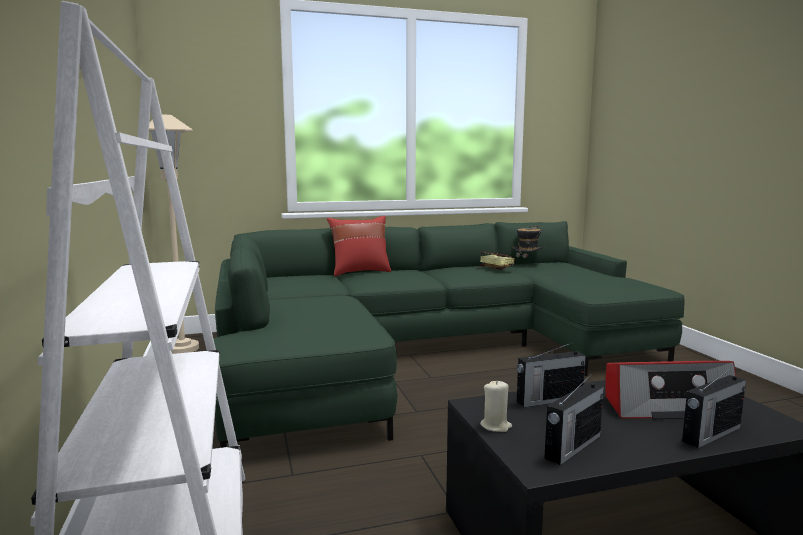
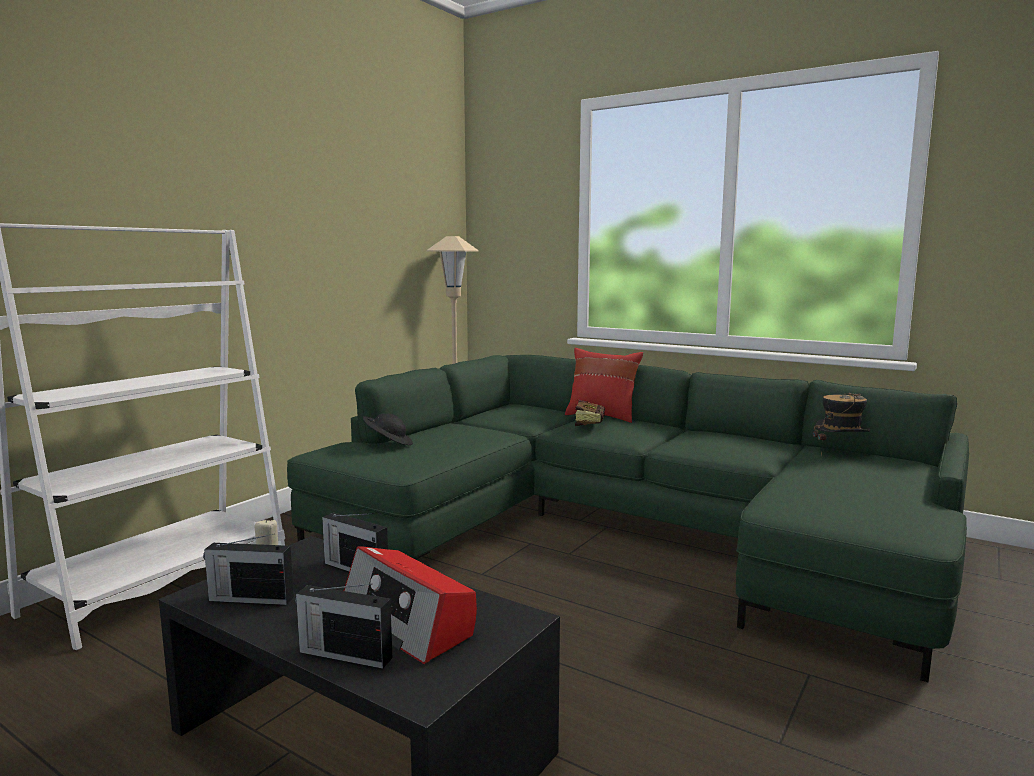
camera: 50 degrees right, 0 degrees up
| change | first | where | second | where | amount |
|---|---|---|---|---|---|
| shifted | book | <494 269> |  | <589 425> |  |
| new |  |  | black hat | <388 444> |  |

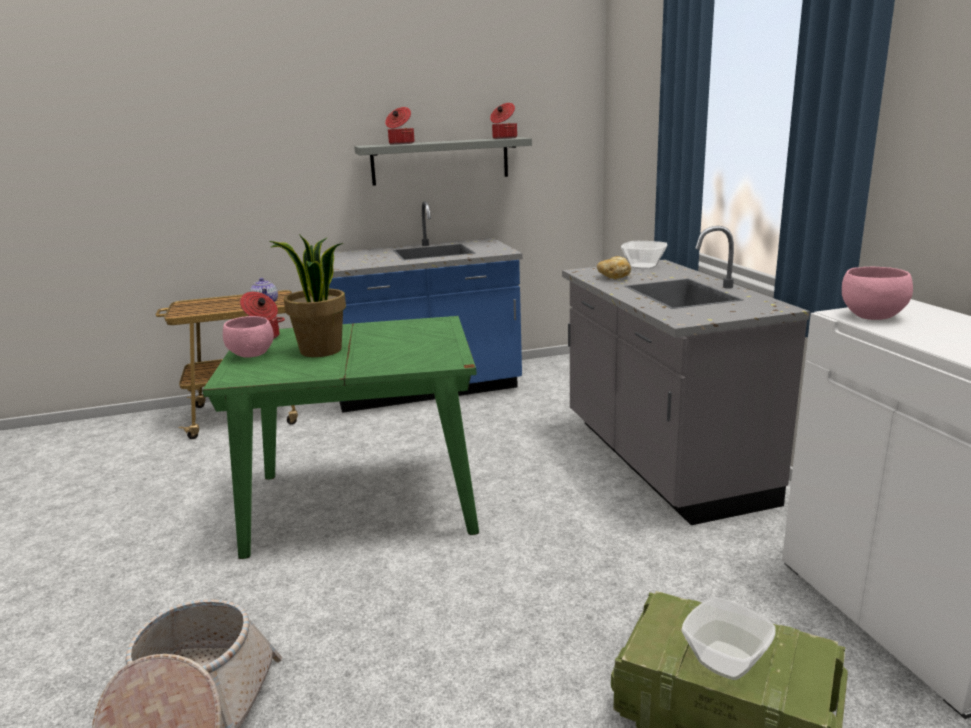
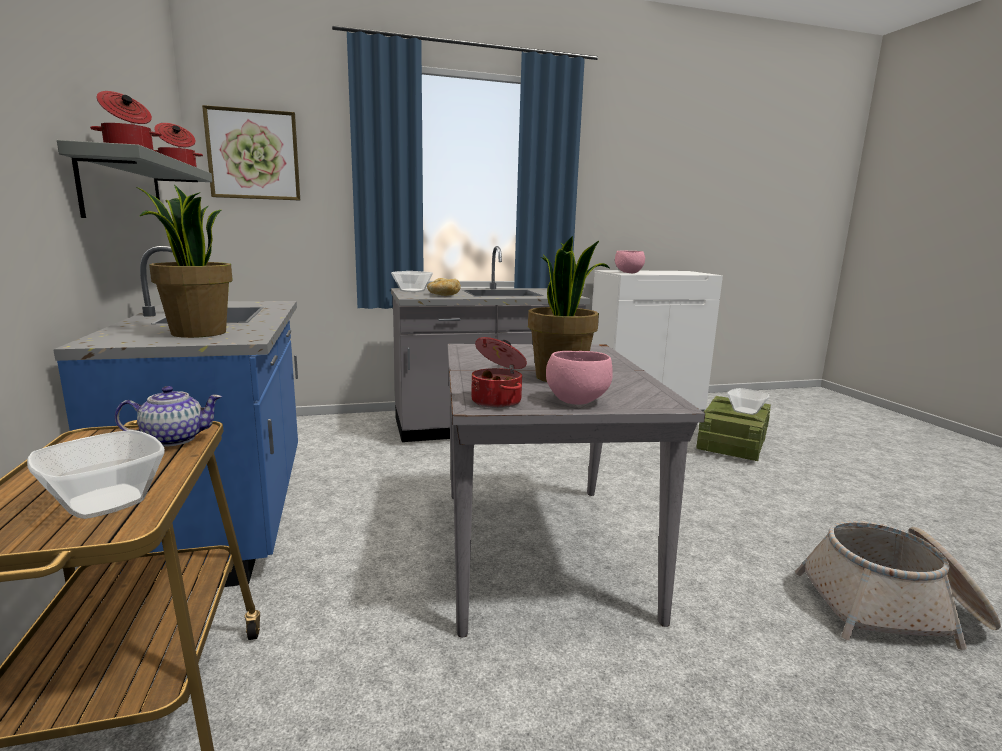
camera: 90 degrees left, 5 degrees down
| change | first | where | second | where | amount |
|---|---|---|---|---|---|
| repainted | green dining table | <365 502> | grey dining table | <539 547> |  |
| new |  |  | picture | <253 155> |  |
| new |  |  | potted plant | <197 333> |  |
| new |  |  | bowl | <105 503> |  |

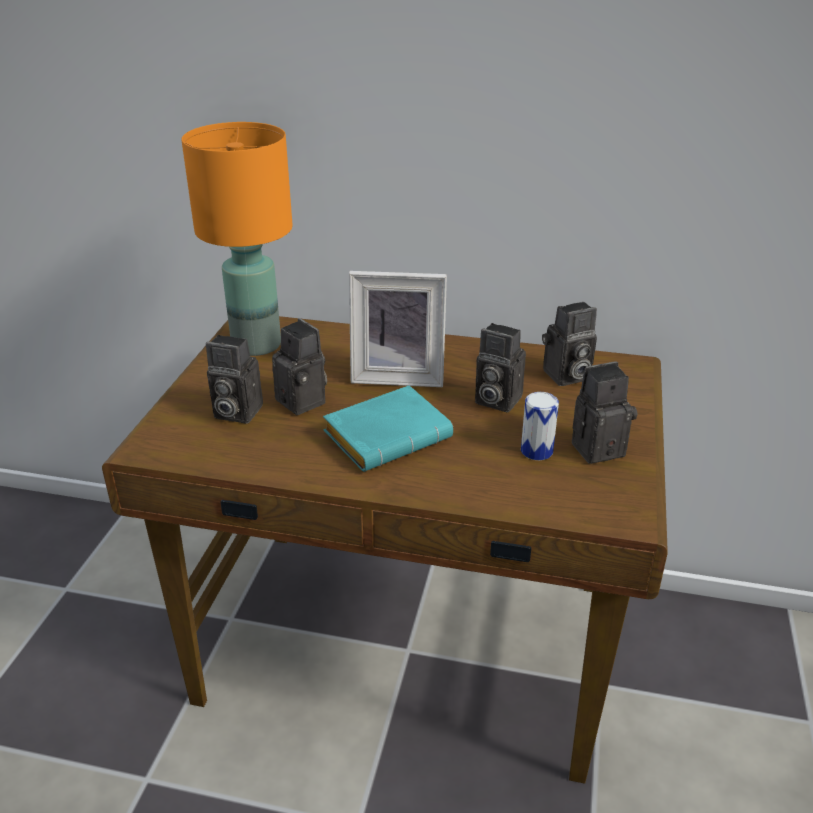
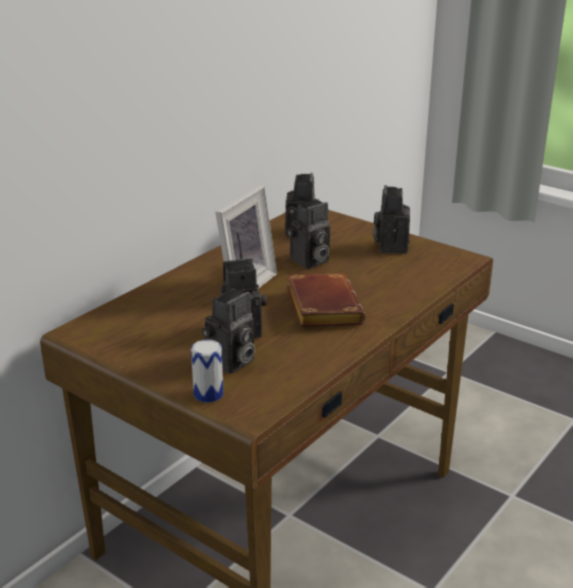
camera: 65 degrees left, 5 degrees down
| change | first | where | second | where | amount |
|---|---|---|---|---|---|
| gone | orange table lamp | <257 345> |  |  |  |
| repainted | turquoise book | <388 435> | brown book | <320 307> |  |
| shifted | can | <536 451> |  | <208 394> |  |

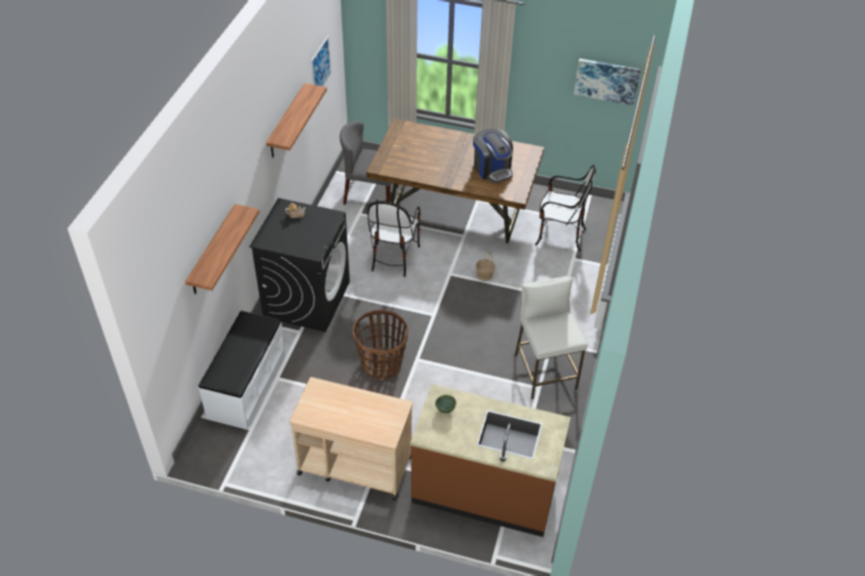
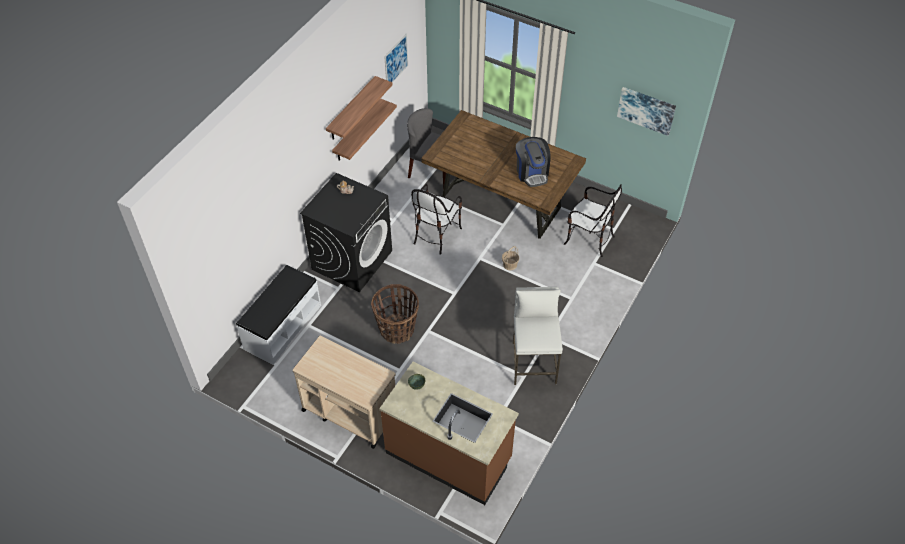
camera: 15 degrees right, 5 degrees up
| change | first | where | second | where | amount |
|---|---|---|---|---|---|
| shifted | shelf | <212 251> |  | <357 131> |  |

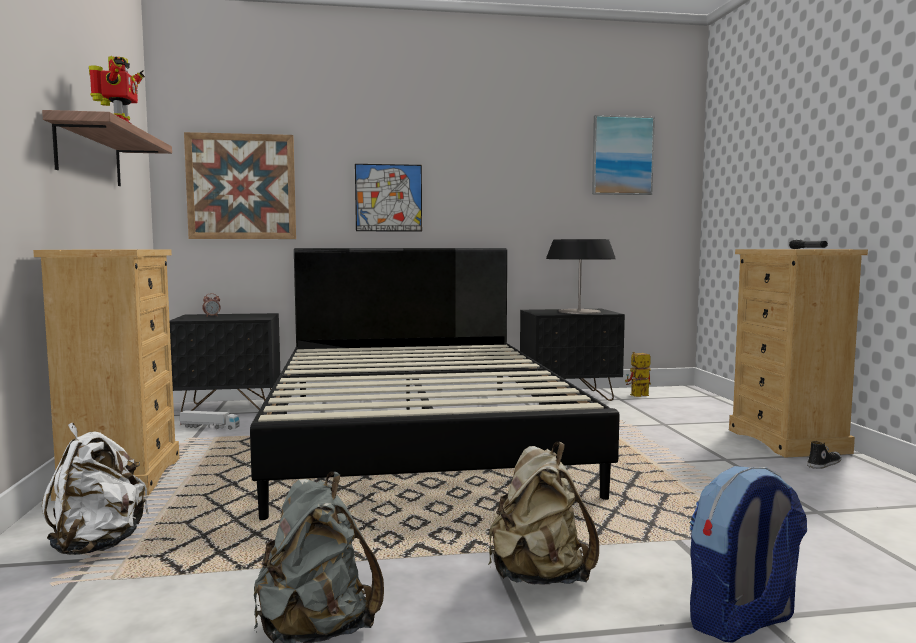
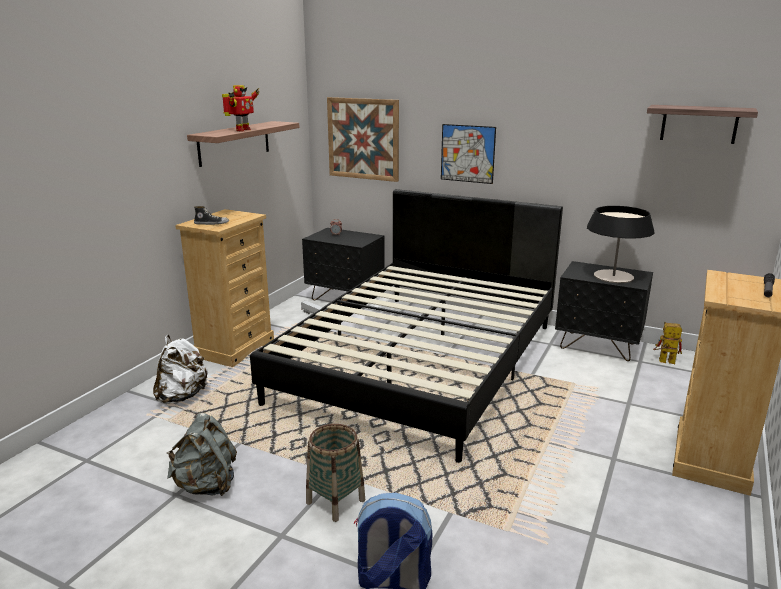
camera: 35 degrees right, 15 degrees up
| change | first | where | second | where | amount |
|---|---|---|---|---|---|
| swapped | picture | <622 156> | shelf | <699 124> |  |
| shifted | shoe | <823 464> |  | <211 223> |  |
| swapped | beige backpack | <539 577> | basket | <335 501> |  |

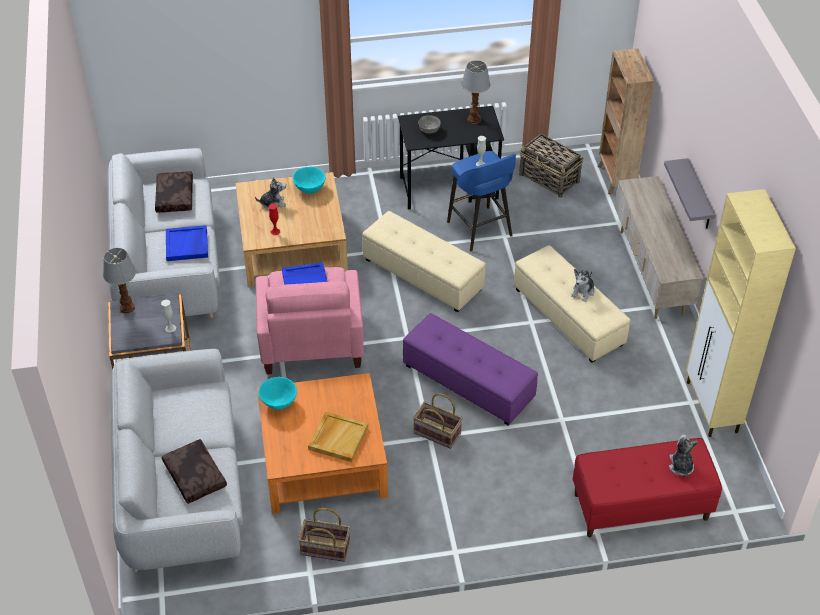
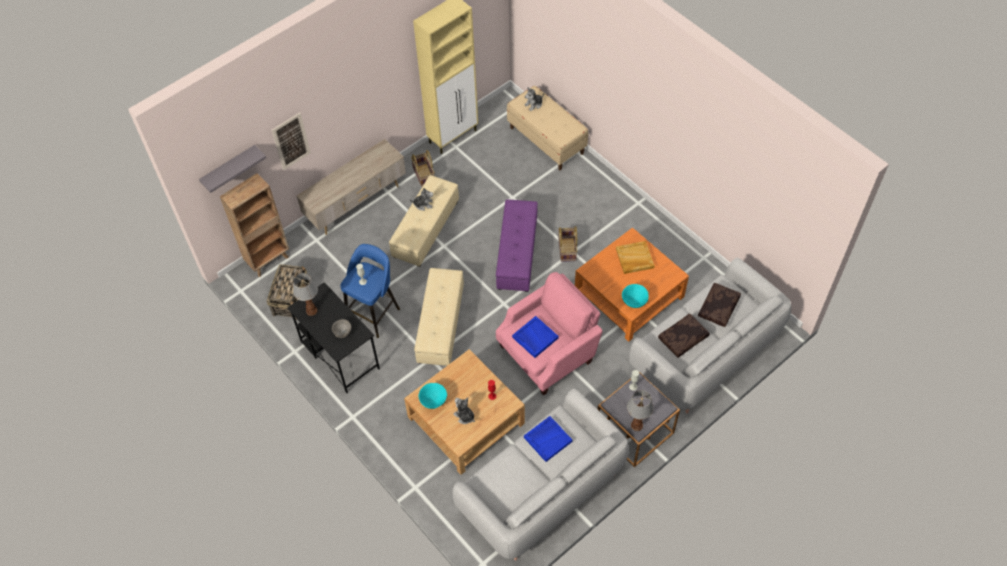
camera: 120 degrees left, 10 degrees up
| change | first | where | second | where | amount |
|---|---|---|---|---|---|
| shifted | grey shelf | <699 196> |  | <229 168> |  |
| shifted | brown pillow | <174 197> |  | <683 339> |  |
| repainted | red bench | <640 507> | beige bench | <547 140> |  |
| shifted | basket | <325 549> |  | <424 175> |  |
| new |  |  | picture | <291 141> |  |

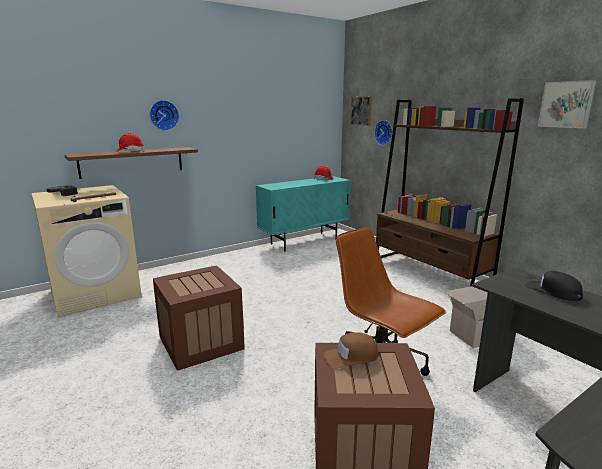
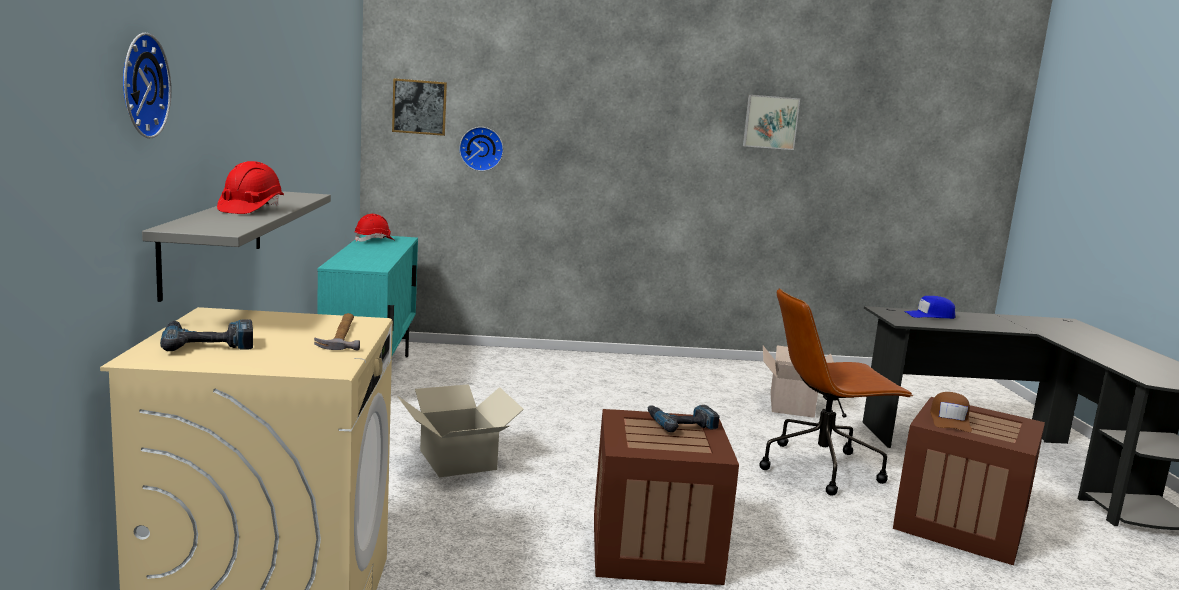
camera: 60 degrees left, 5 degrees down
| change | first | where | second | where | amount |
|---|---|---|---|---|---|
| gone | brown bookcase | <429 272> |  |  |  |
| shifted | wall clock | <163 115> |  | <139 85> |  |
| repainted | brown shelf | <132 162> | grey shelf | <214 239> |  |
| repainted | black cap | <553 291> | blue cap | <929 315> |  |
| new |  |  | cardboard box | <457 460> |  |
| new |  |  | power drill | <681 423> |  |

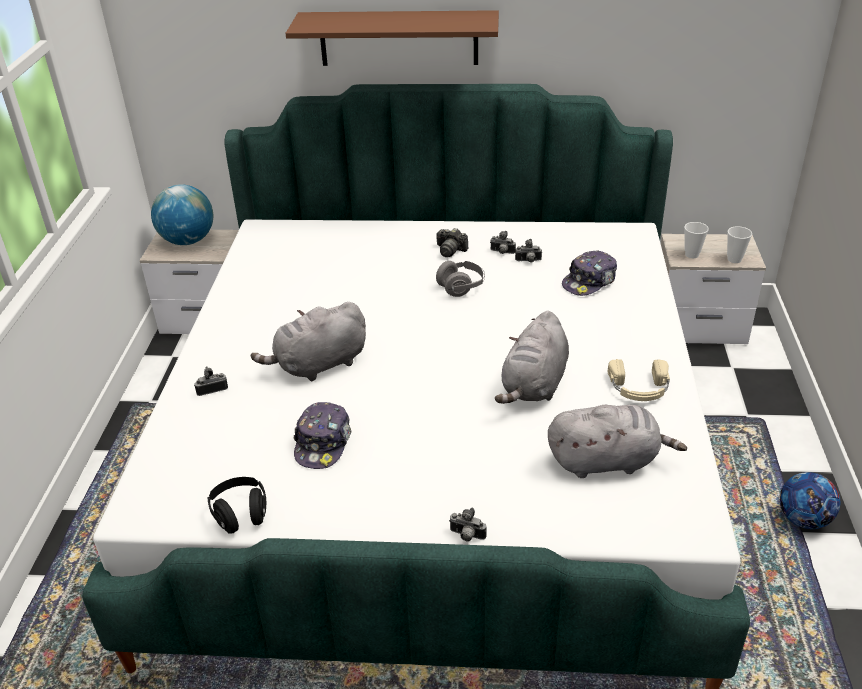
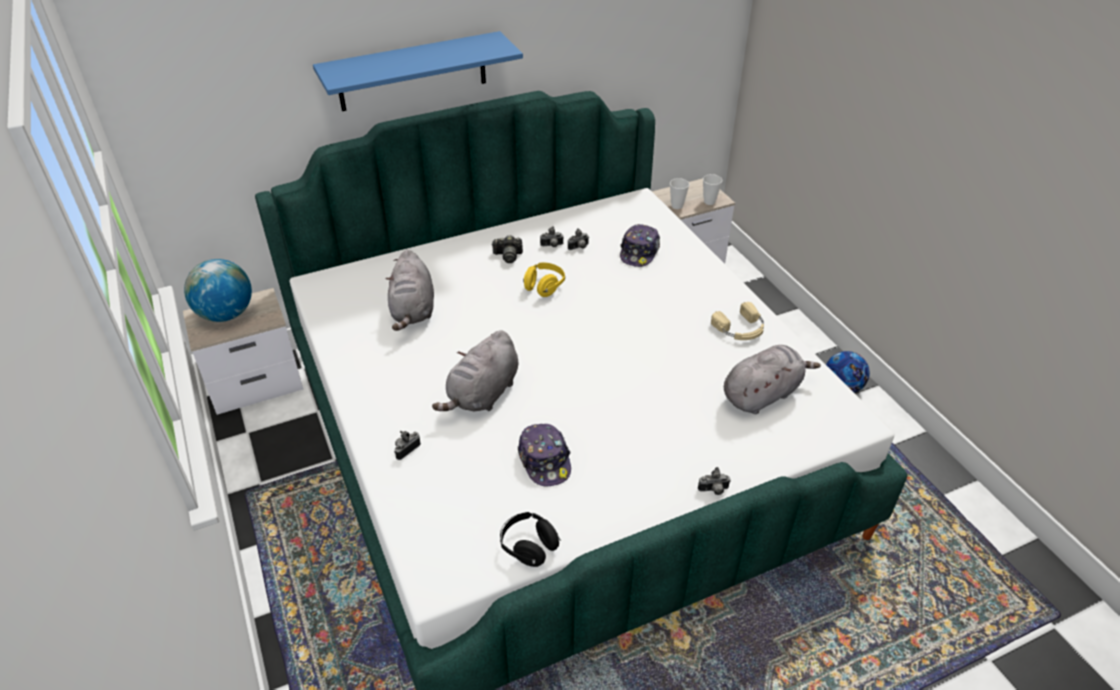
camera: 30 degrees left, 5 degrees up
| change | first | where | second | where | amount |
|---|---|---|---|---|---|
| repainted | brown shelf | <398 38> | blue shelf | <412 72> |  |
| repainted | grey headphones | <461 287> | yellow headphones | <544 287> |  |
| shifted | grey plush toy | <534 385> |  | <413 310> |  |

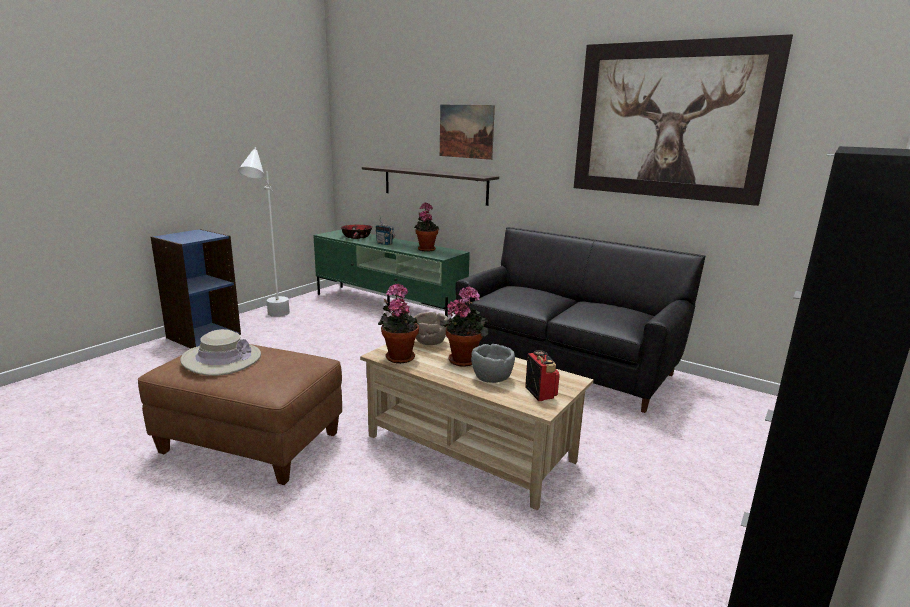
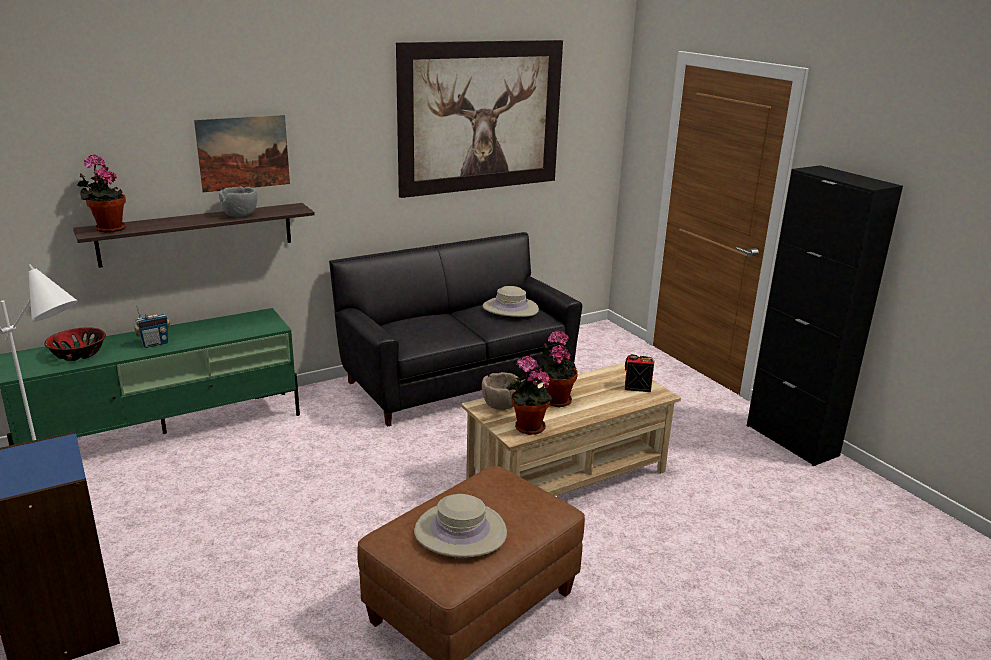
camera: 65 degrees left, 5 degrees up
| change | first | where | second | where | amount |
|---|---|---|---|---|---|
| shifted | potted plant | <426 249> |  | <108 228> |  |
| shifted | grey bowl | <492 378> |  | <240 214> |  |
| new |  |  | beige hat | <510 308> |  |

